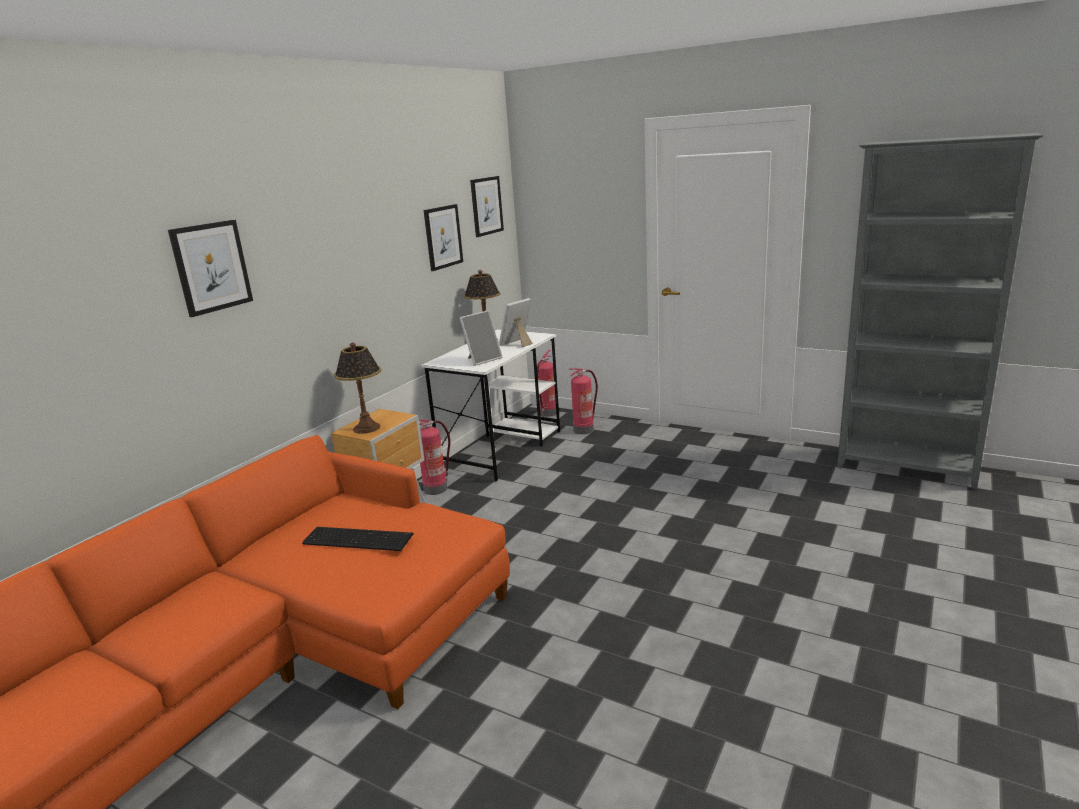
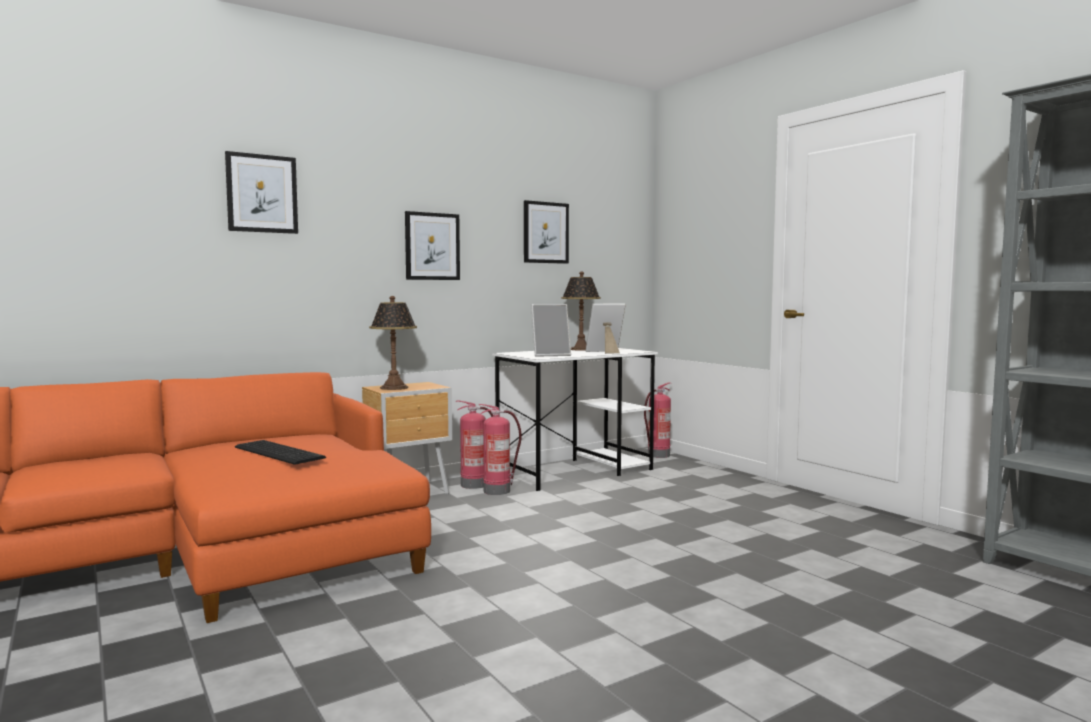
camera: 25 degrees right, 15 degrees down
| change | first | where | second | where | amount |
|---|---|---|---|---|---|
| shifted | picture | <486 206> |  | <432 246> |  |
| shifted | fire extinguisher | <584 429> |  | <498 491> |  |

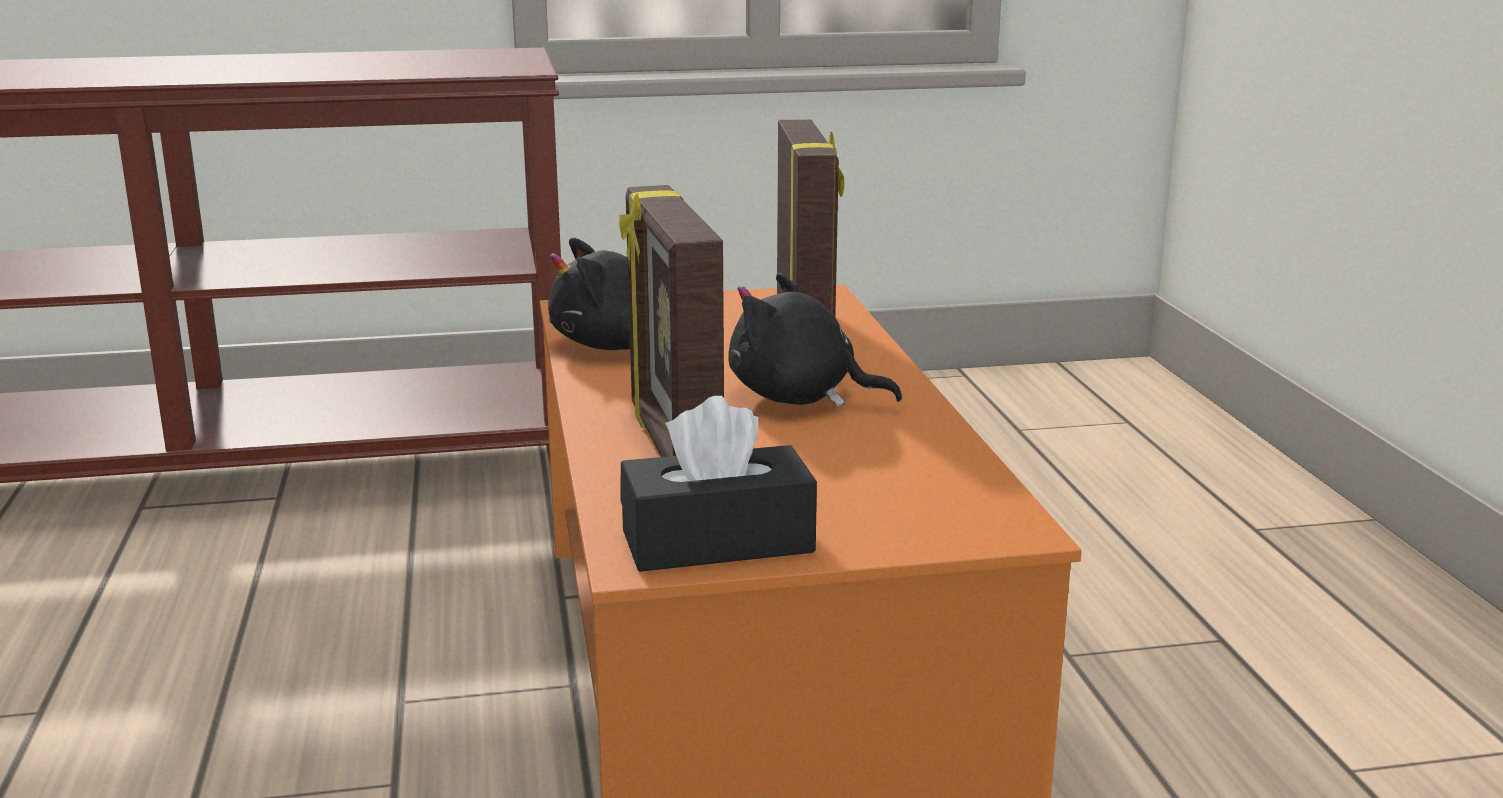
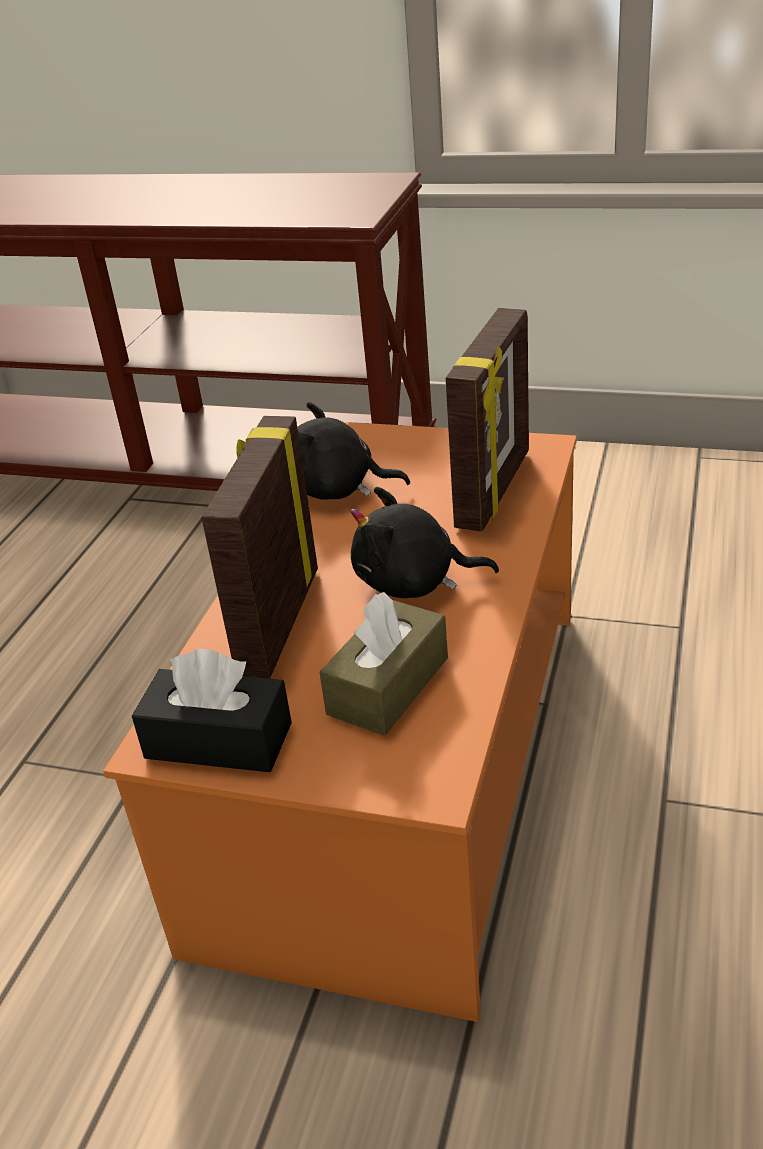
camera: 30 degrees right, 15 degrees up
| change | first | where | second | where | amount |
|---|---|---|---|---|---|
| rotated | black plush toy | <799 398> |  | <413 583> | 45 degrees counterclockwise |
| new |  |  | brown tissue box | <388 686> |  |

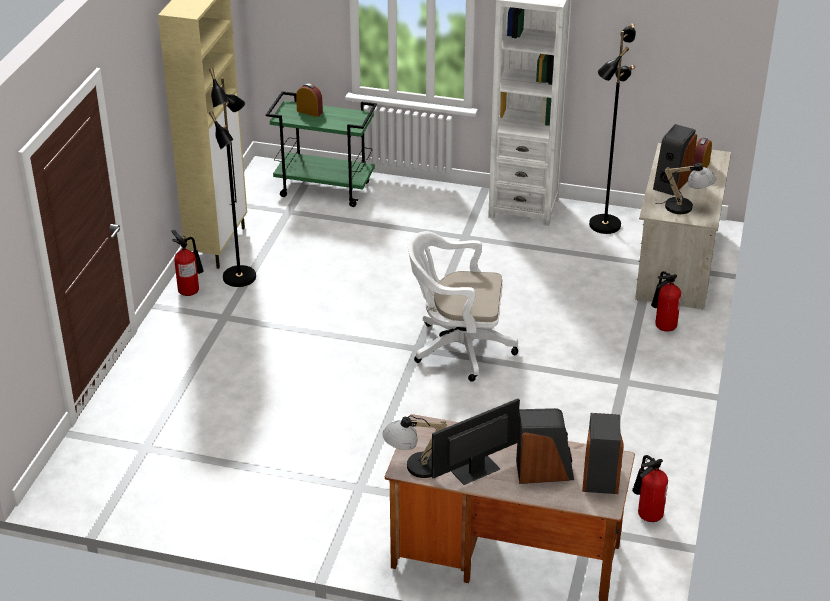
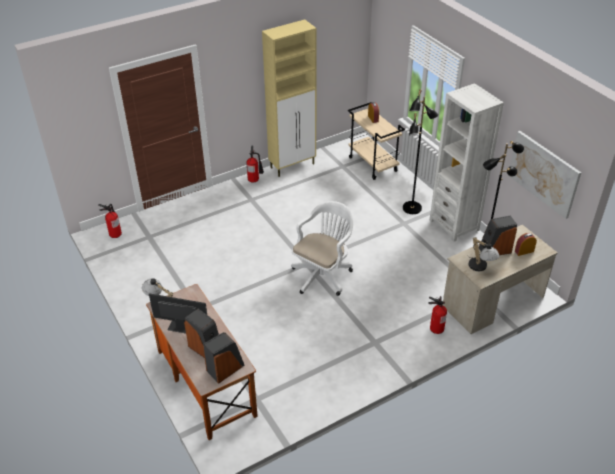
camera: 45 degrees right, 5 degrees up
| change | first | where | second | where | amount |
|---|---|---|---|---|---|
| shifted | black floor lamp | <240 277> |  | <412 208> |  |
| repainted | green cart | <326 189> | beige cart | <373 164> |  |
| rotated | white office chair | <457 348> |  | <323 274> | 75 degrees clockwise |
| shifted | fire extinguisher | <646 514> |  | <115 234> |  |
| new |  |  | picture | <543 173> |  |

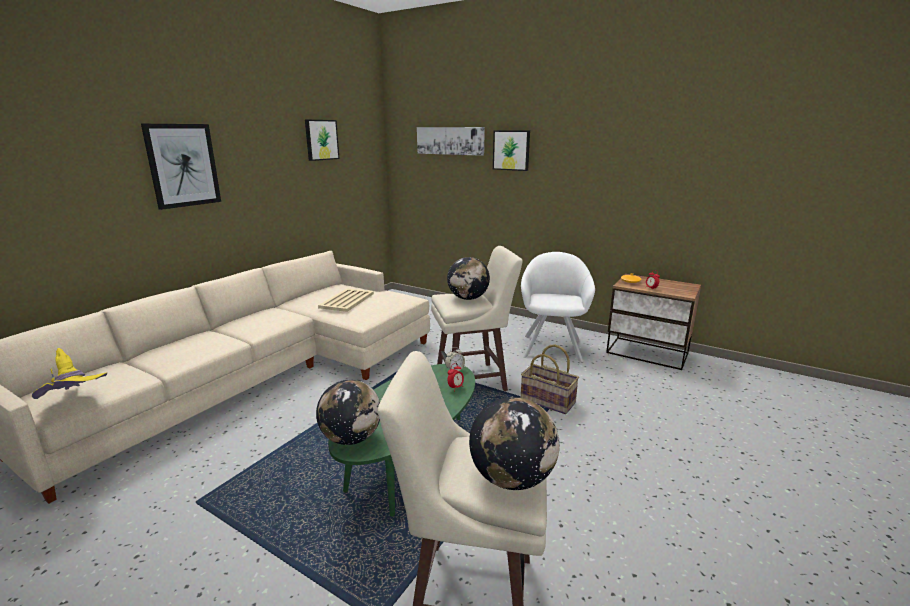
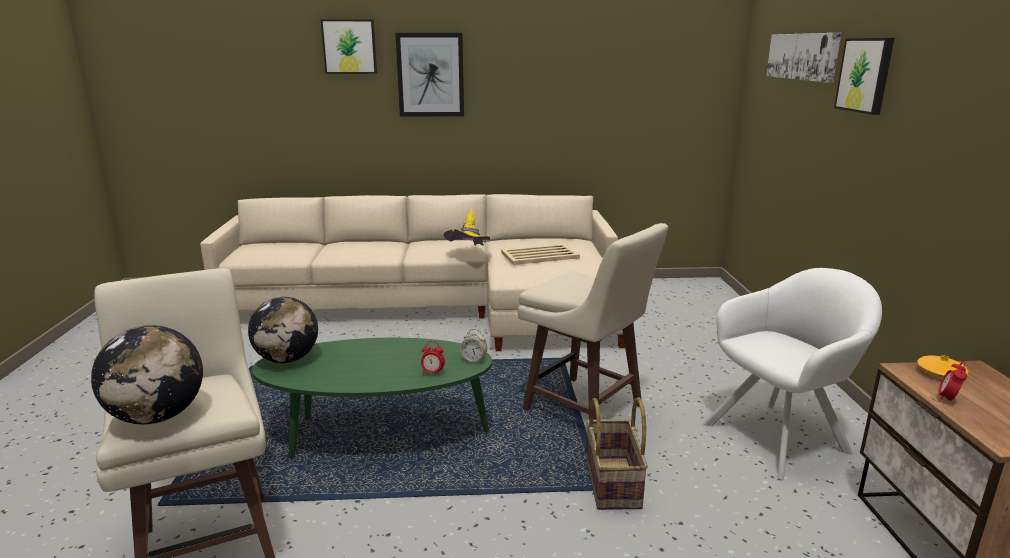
camera: 55 degrees right, 0 degrees up
| change | first | where | second | where | amount |
|---|---|---|---|---|---|
| shifted | picture | <321 140> |  | <349 46> |  |
| gone | globe | <468 298> |  |  |  |
| shifted | yellow hat | <76 403> |  | <470 254> |  |

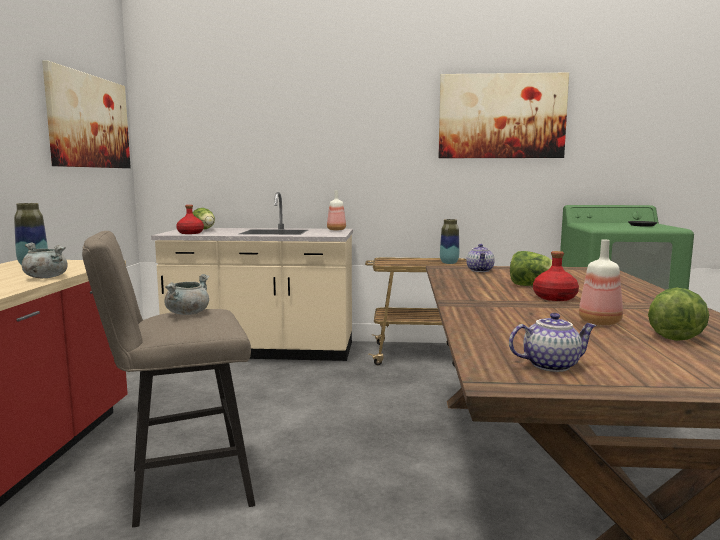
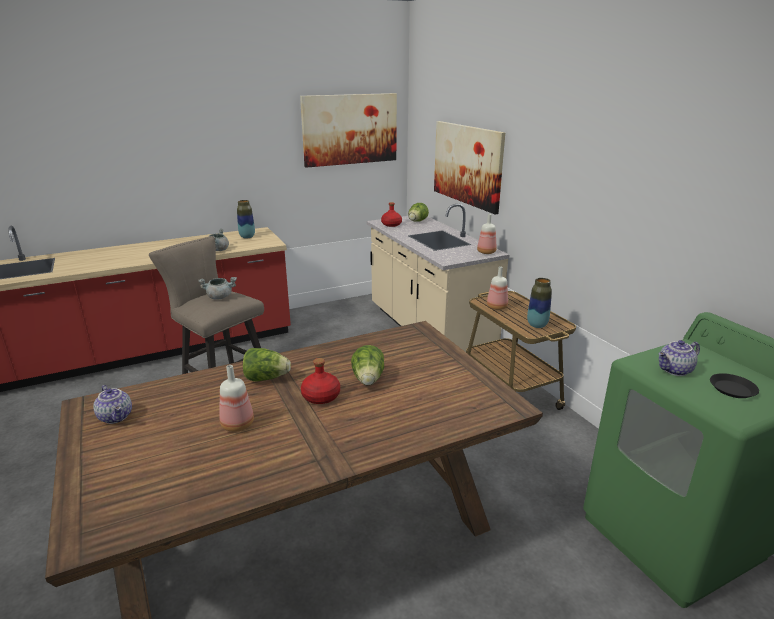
camera: 60 degrees right, 15 degrees up
| change | first | where | second | where | amount |
|---|---|---|---|---|---|
| shifted | picture | <501 116> |  | <467 164> |  |
| shifted | teapot | <480 270> |  | <675 370> |  |
| shifted | lettuce | <675 335> |  | <266 378> |  |
| new |  |  | bottle | <497 307> |  |

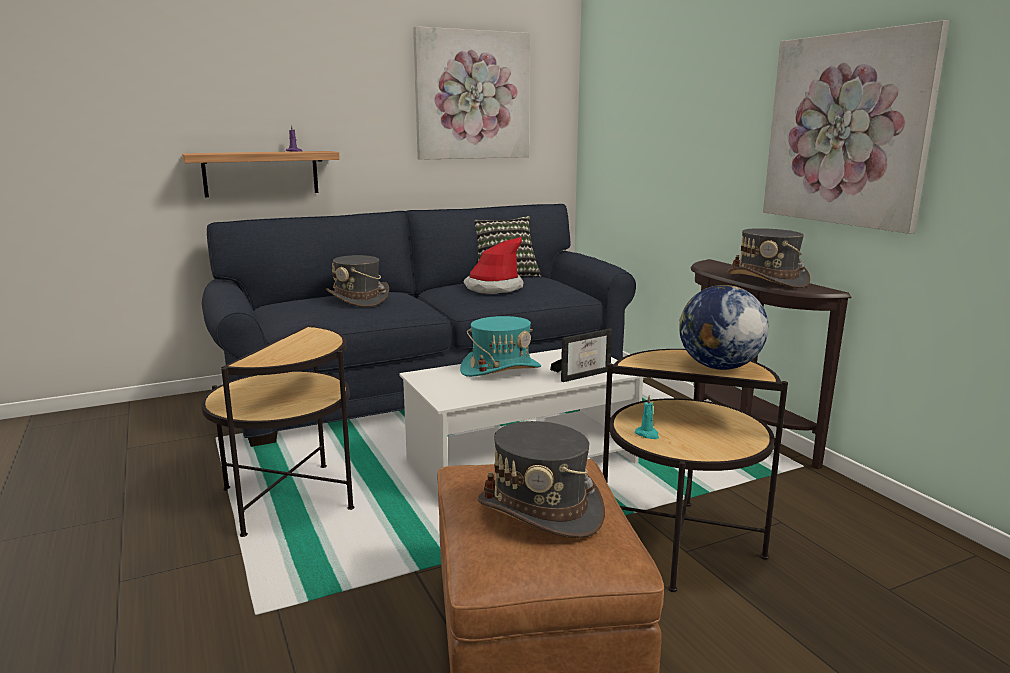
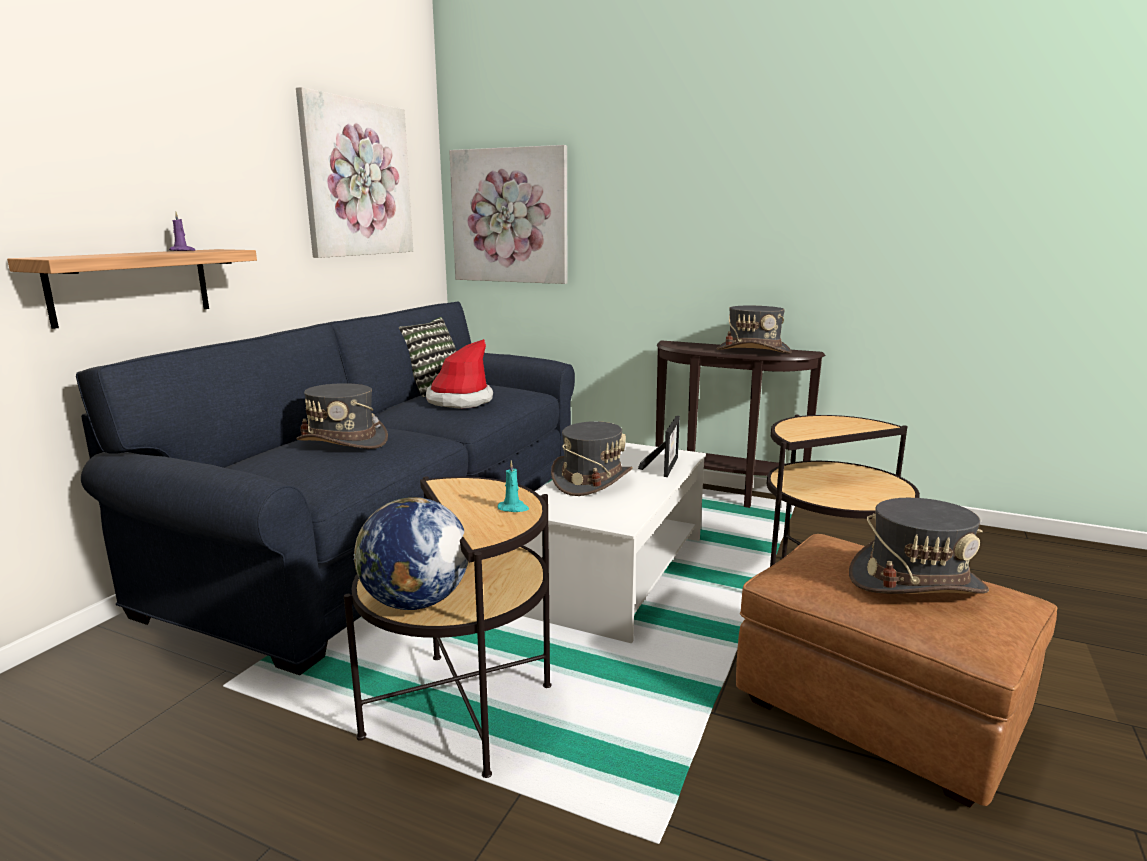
camera: 40 degrees left, 0 degrees up
| change | first | where | second | where | amount |
|---|---|---|---|---|---|
| shifted | picture | <846 130> |  | <509 216> |  |
| shifted | globe | <718 367> |  | <415 602> |  |
| repainted | turquoise hat | <500 369> | grey hat | <591 480> |  |
| shifted | turquoise candle | <647 434> |  | <513 508> |  |

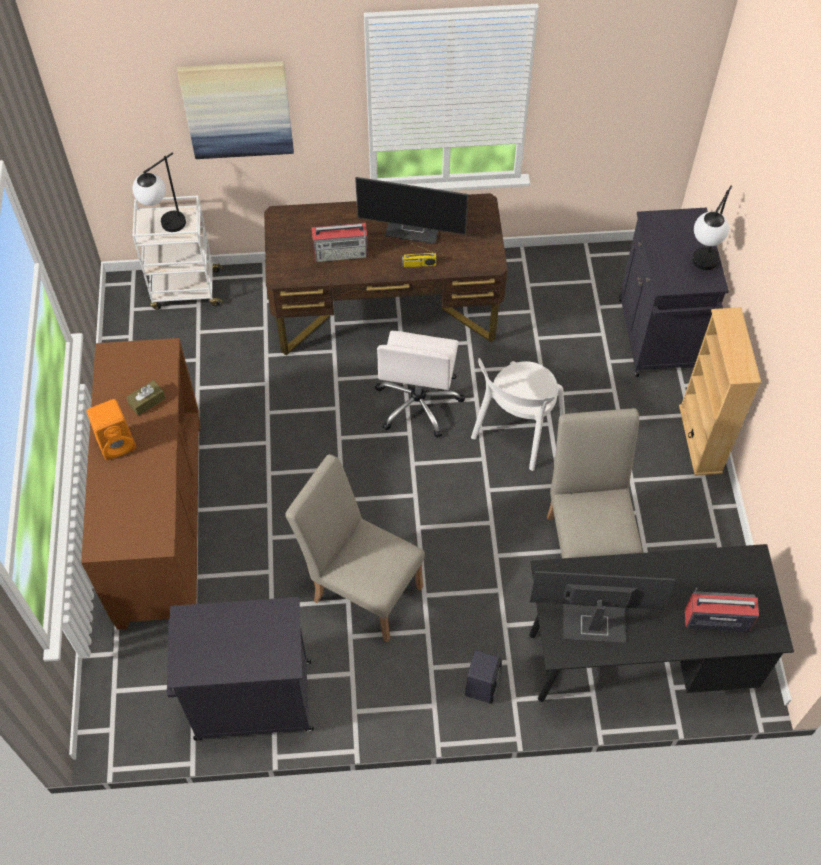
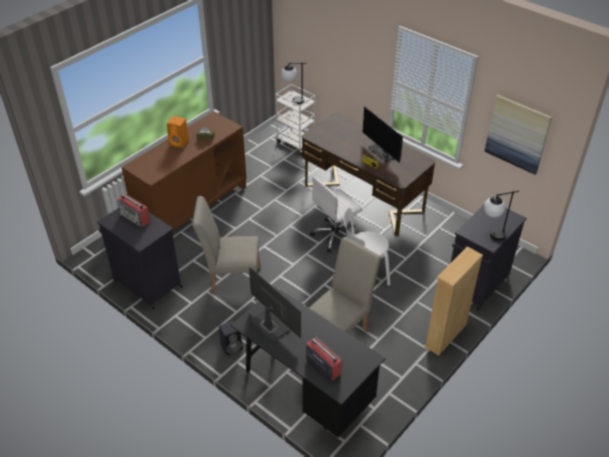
camera: 45 degrees right, 15 degrees down
| change | first | where | second | where | amount |
|---|---|---|---|---|---|
| shifted | picture | <237 109> |  | <517 134> |  |
| shifted | radio | <341 252> |  | <135 217> |  |
| rotated | beige chair | <361 588> |  | <231 279> | 75 degrees counterclockwise |

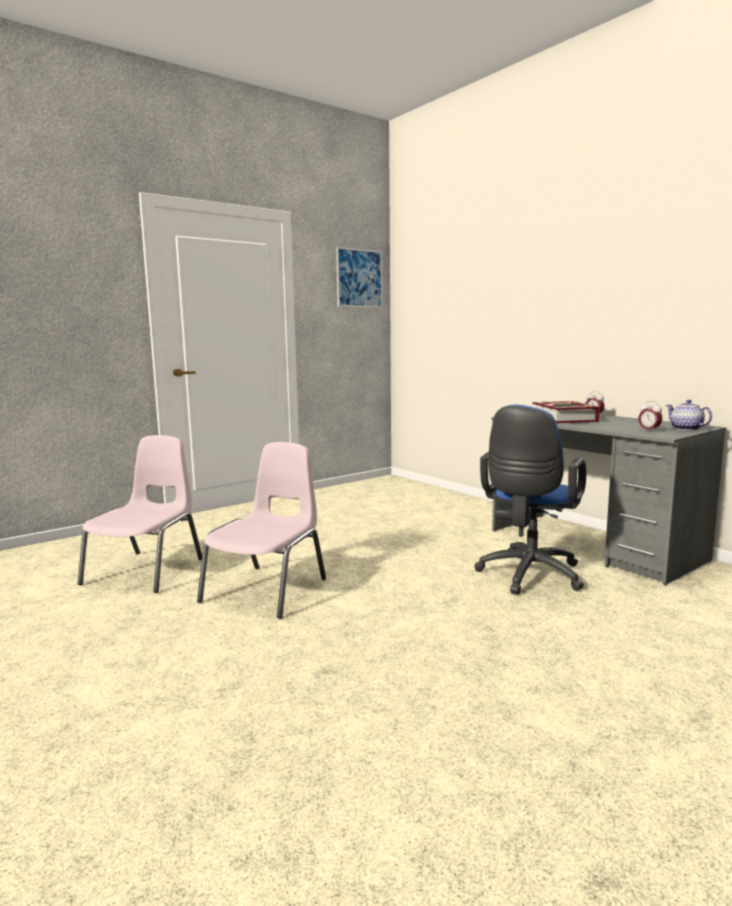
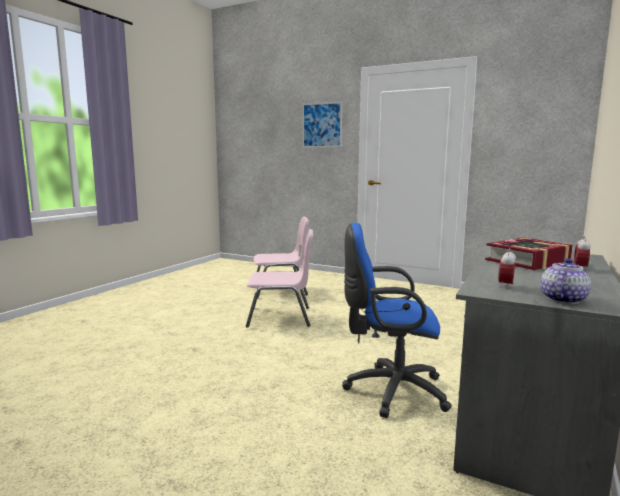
camera: 65 degrees right, 0 degrees up
| change | first | where | second | where | amount |
|---|---|---|---|---|---|
| shifted | picture | <360 278> |  | <322 125> |  |

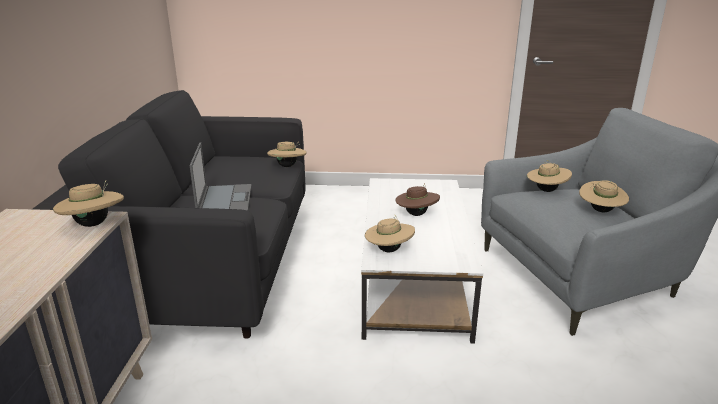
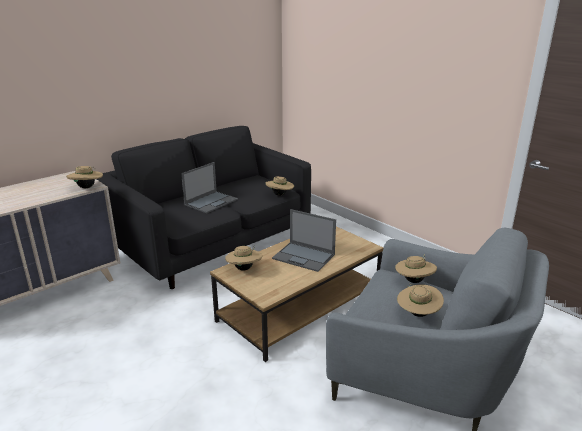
camera: 45 degrees right, 0 degrees up
| change | first | where | second | where | amount |
|---|---|---|---|---|---|
| repainted | white coffee table | <413 279> | brown coffee table | <299 307> |  |
| swapped | brown hat | <416 214> | laptop | <304 257> |  |

